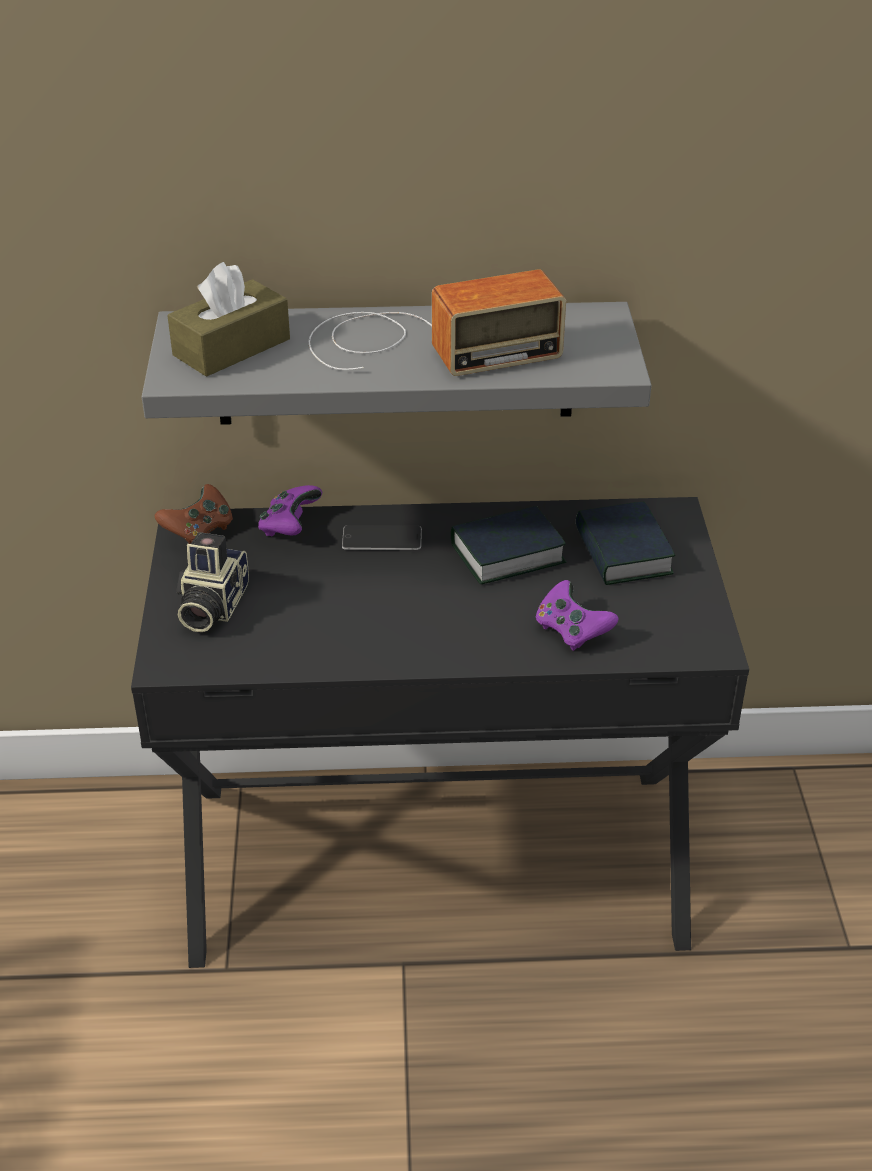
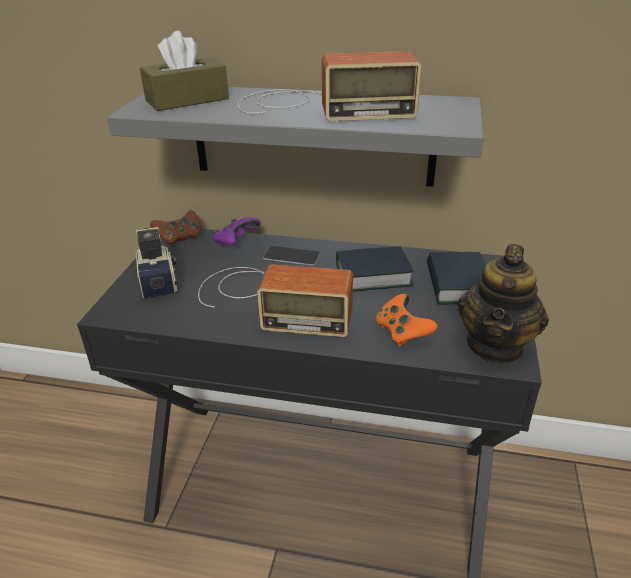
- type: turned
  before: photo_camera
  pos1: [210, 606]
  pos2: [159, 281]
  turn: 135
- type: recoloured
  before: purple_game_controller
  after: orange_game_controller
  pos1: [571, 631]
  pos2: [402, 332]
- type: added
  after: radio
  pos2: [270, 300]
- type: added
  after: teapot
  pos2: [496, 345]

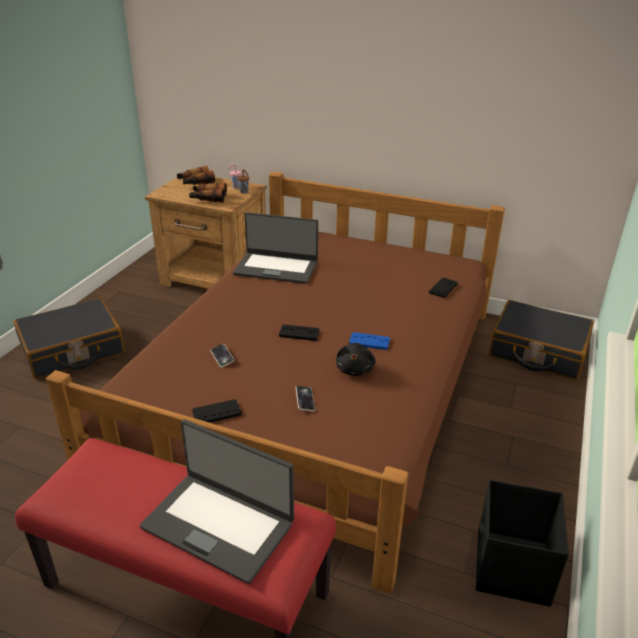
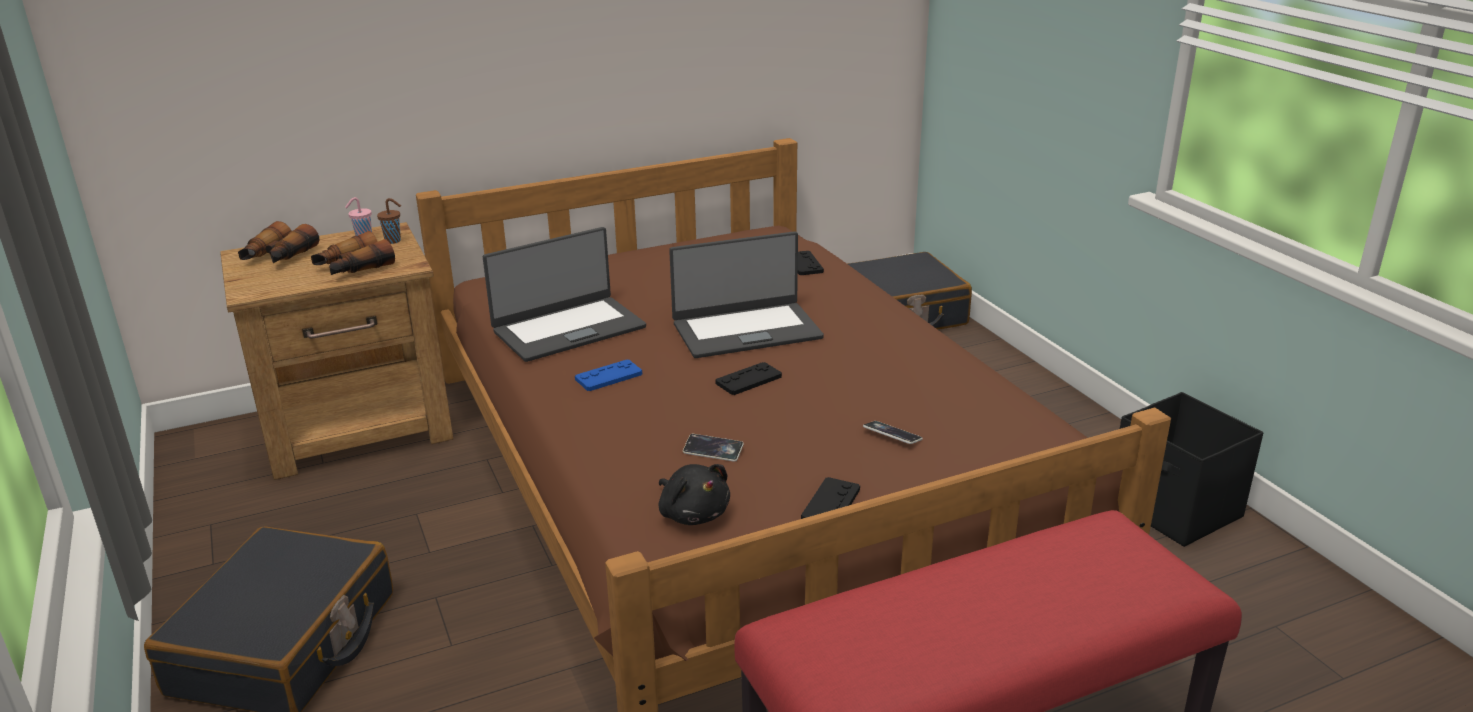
- type: moved
  before: laptop
  pos1: [219, 524]
  pos2: [746, 330]
- type: moved
  before: black_plush_toy
  pos1: [355, 369]
  pos2: [693, 513]
- type: moved
  before: blue_game_controller
  pos1: [369, 342]
  pos2: [608, 377]

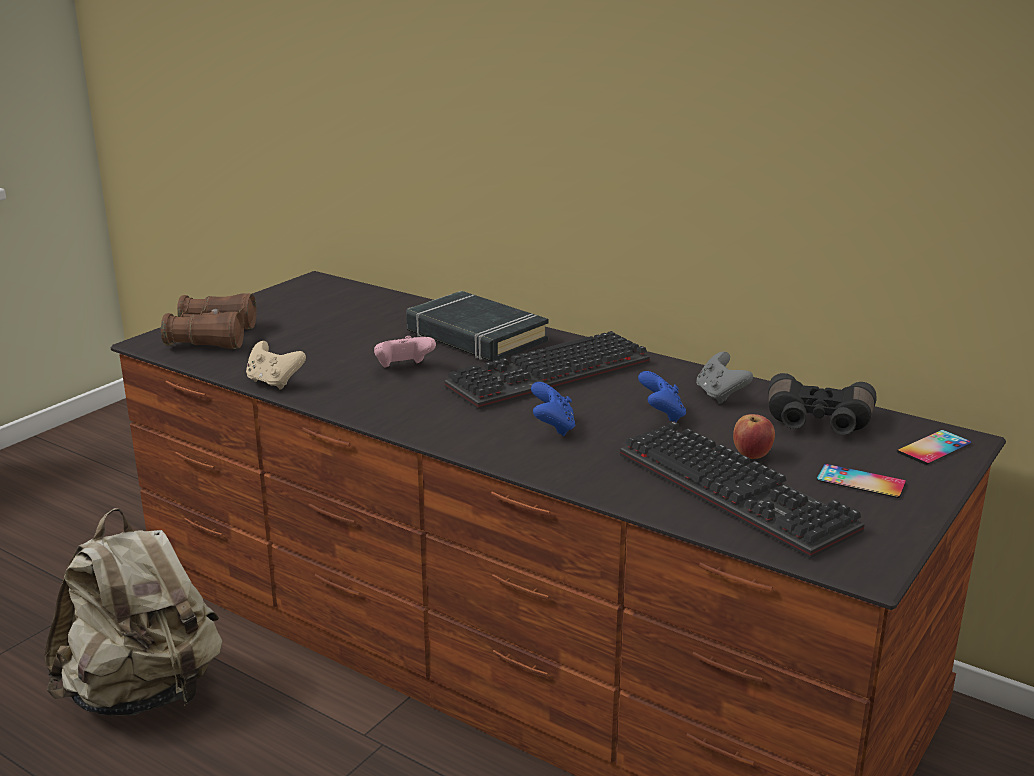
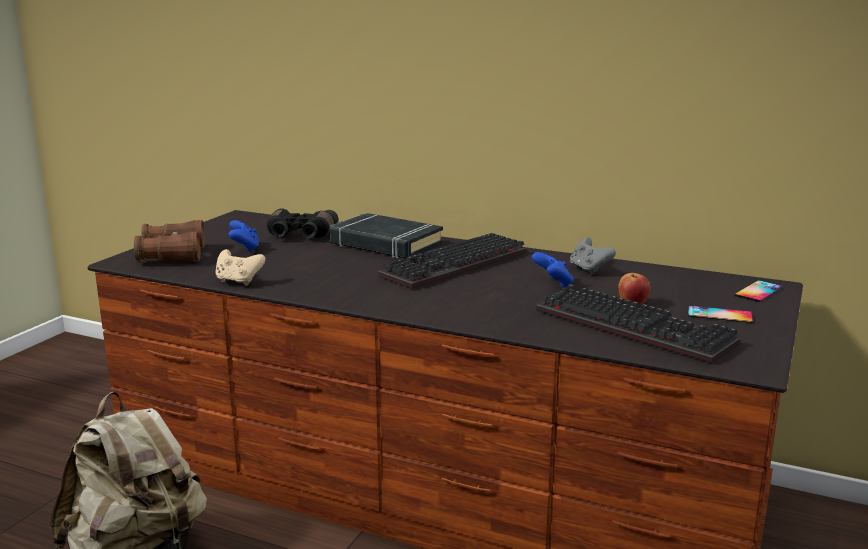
- type: removed
  before: pink_game_controller
  pos1: [403, 368]
- type: moved
  before: blue_game_controller
  pos1: [552, 427]
  pos2: [245, 248]
- type: moved
  before: black_binoculars
  pos1: [817, 422]
  pos2: [300, 235]

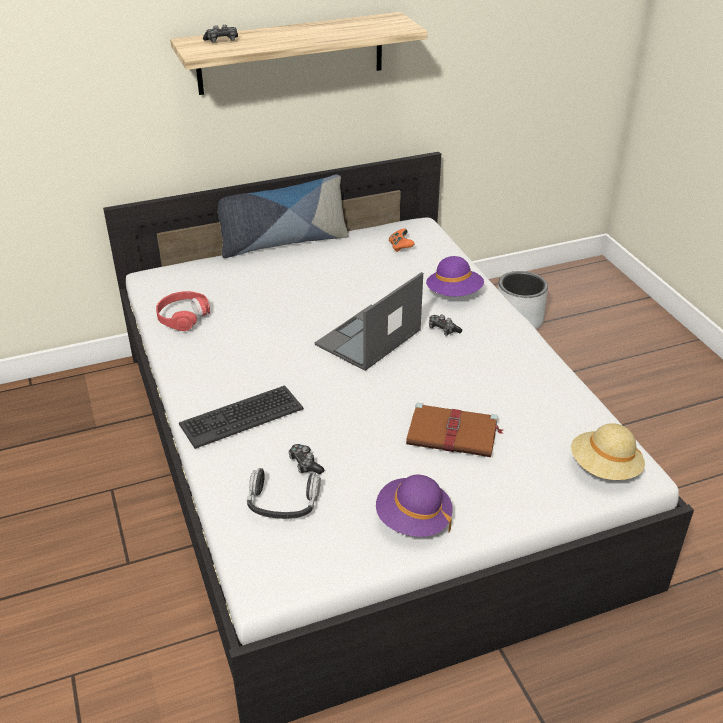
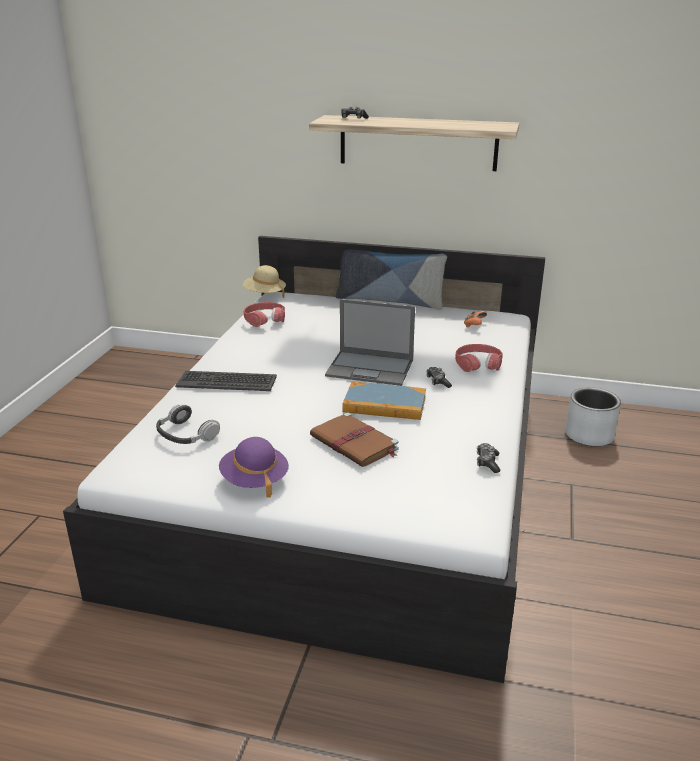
- type: moved
  before: game_controller
  pos1: [305, 464]
  pos2: [487, 462]
- type: turned
  before: laptop
  pos1: [368, 338]
  pos2: [371, 368]
  turn: -150
- type: replaced
  before: purple_hat
  after: red_headphones
  pos1: [454, 294]
  pos2: [478, 364]
- type: moved
  before: beige_hat
  pos1: [604, 468]
  pos2: [264, 294]
- type: added
  after: book
  pos2: [384, 404]

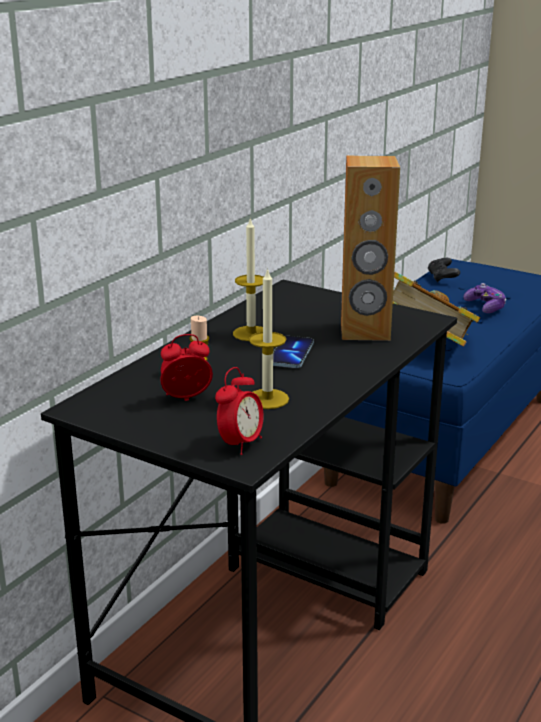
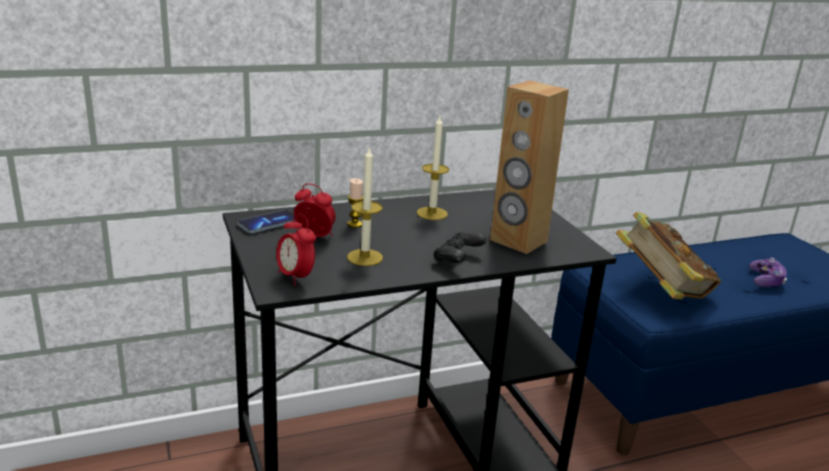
- type: turned
  before: alarm_clock
  pos1: [240, 444]
  pos2: [295, 277]
  turn: 75
- type: moved
  before: phone
  pos1: [291, 354]
  pos2: [269, 223]
- type: moved
  before: black_game_controller
  pos1: [442, 278]
  pos2: [457, 260]

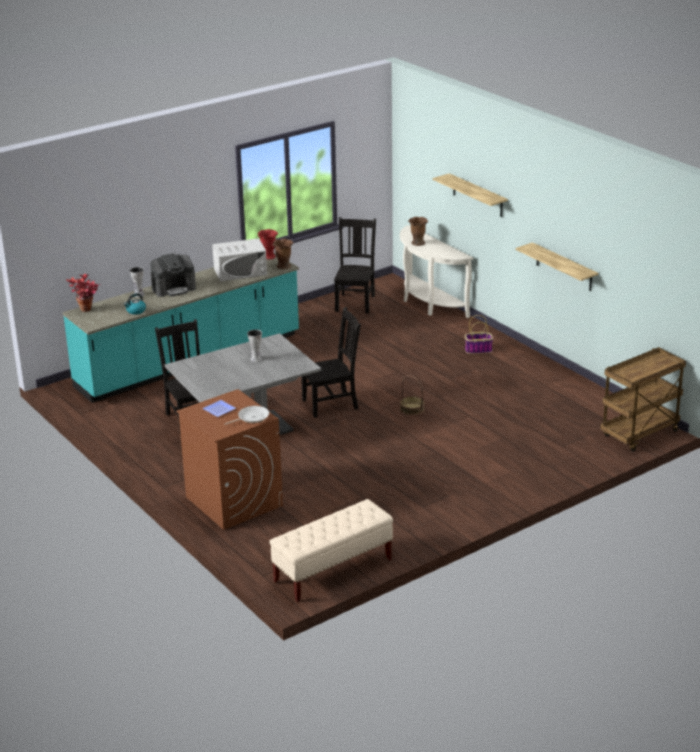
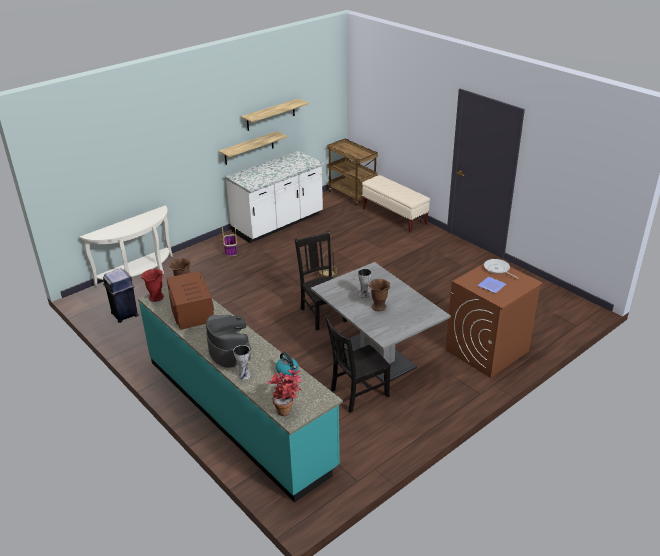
- type: recoloured
  before: white_microwave
  after: brown_microwave
  pos1: [240, 272]
  pos2: [192, 311]
- type: moved
  before: beige_bench
  pos1: [333, 571]
  pos2: [394, 216]
- type: replaced
  before: black_chair
  after: blue_trash_can
  pos1: [355, 303]
  pos2: [125, 314]
- type: moved
  before: brown_vase
  pos1: [418, 243]
  pos2: [379, 307]
- type: moved
  before: shelf
  pos1: [477, 195]
  pos2: [270, 115]
- type: added
  after: white_counter
  pos2: [278, 224]

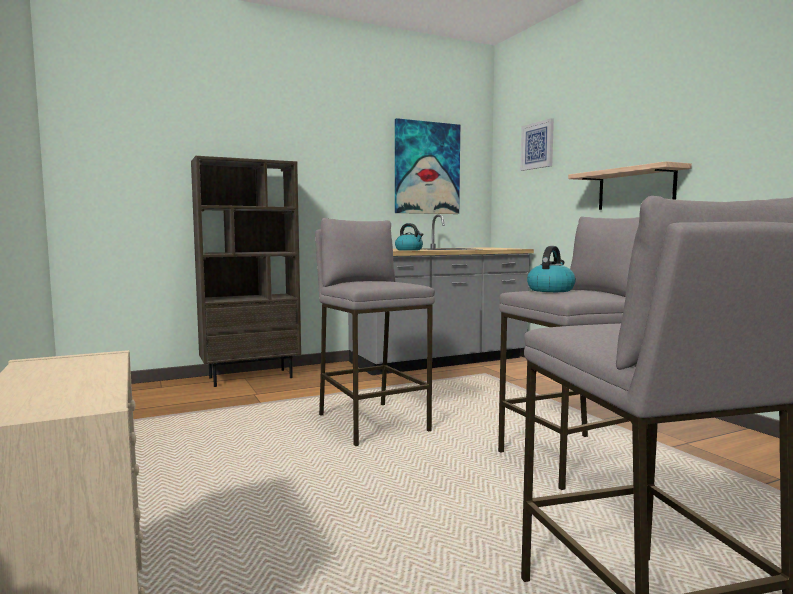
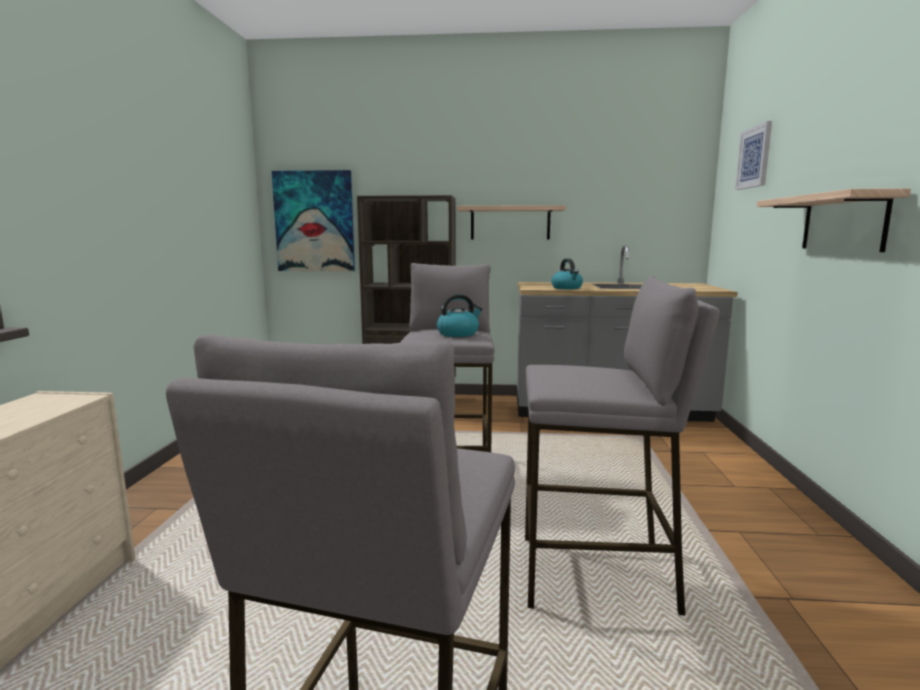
- type: moved
  before: picture
  pos1: [427, 168]
  pos2: [314, 221]
- type: moved
  before: kettle
  pos1: [550, 290]
  pos2: [458, 333]
- type: added
  after: shelf
  pos2: [510, 223]

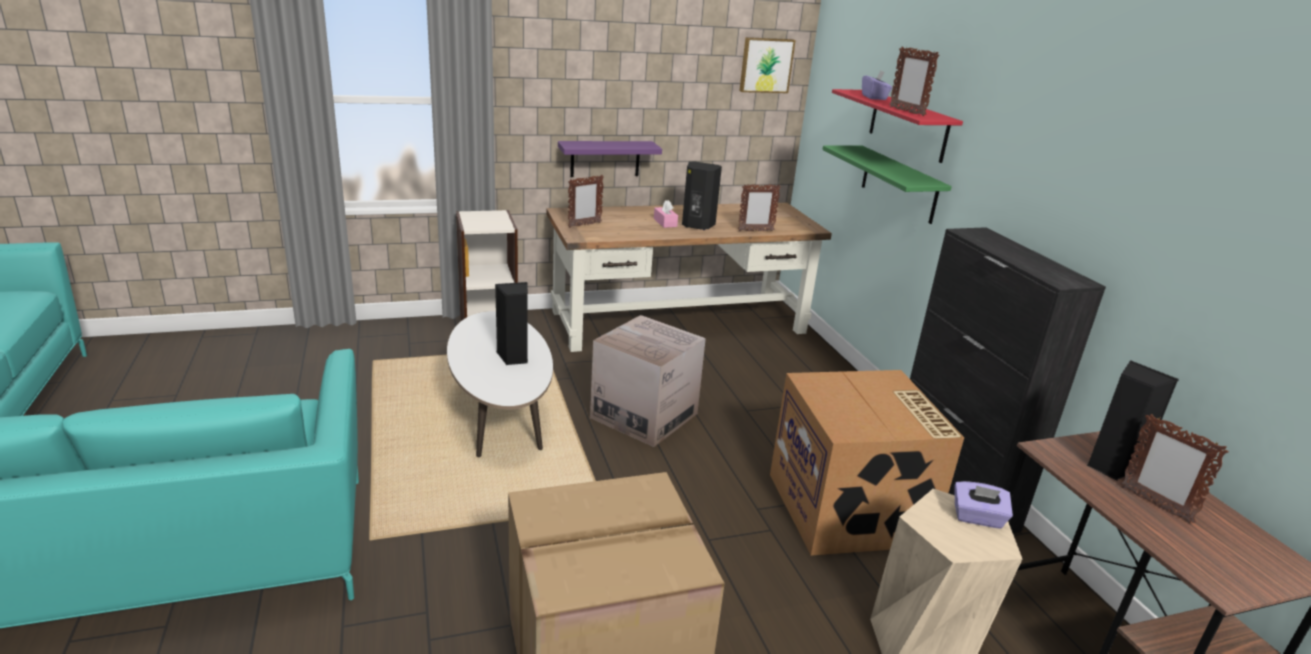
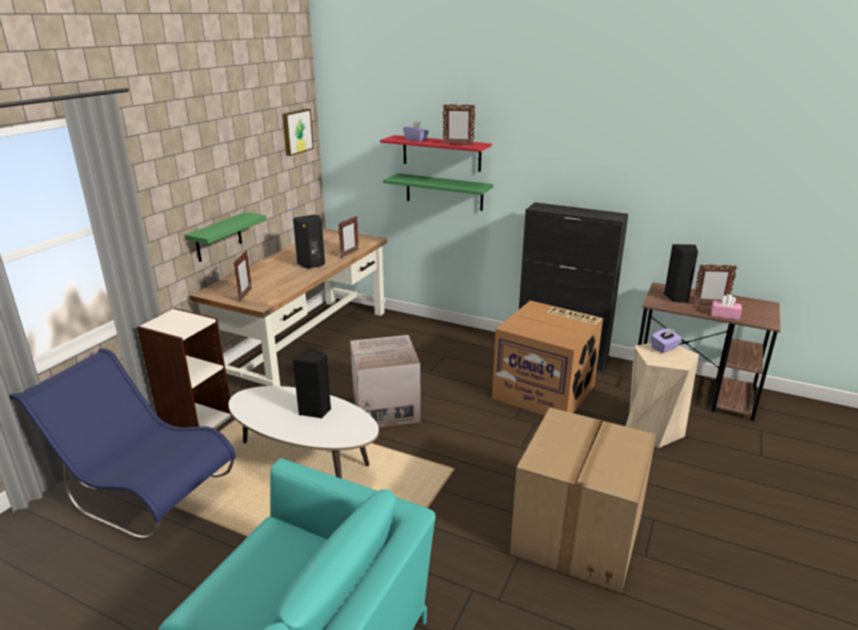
- type: recoloured
  before: purple_shelf
  after: green_shelf
  pos1: [605, 158]
  pos2: [218, 237]
- type: moved
  before: pink_tissue_box
  pos1: [665, 223]
  pos2: [725, 315]
- type: added
  after: blue_chair
  pos2: [143, 491]

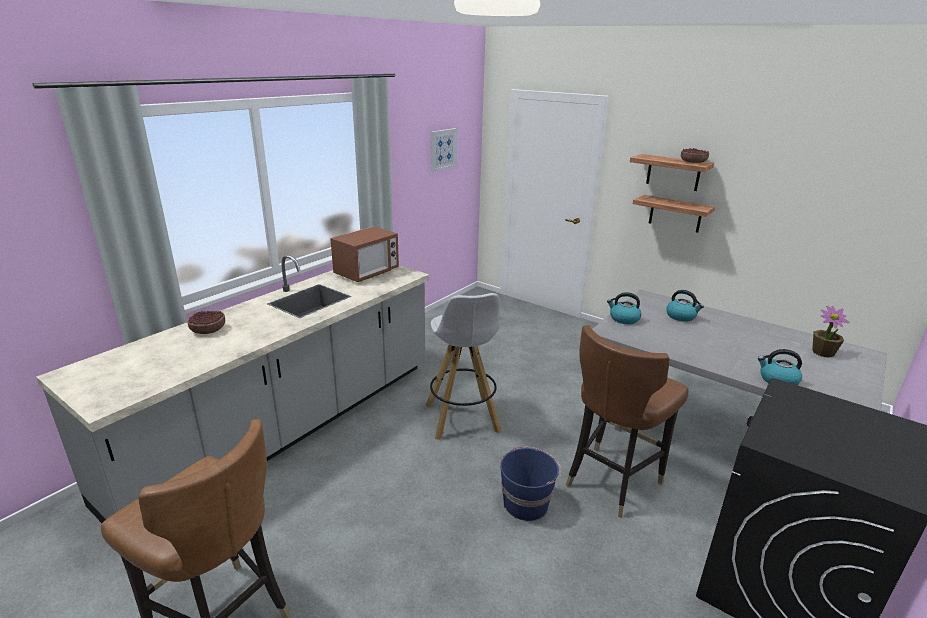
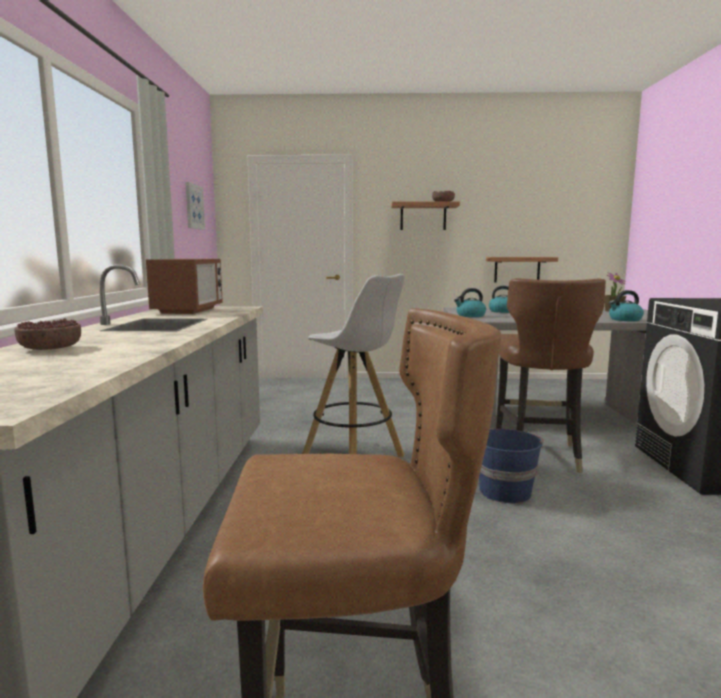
- type: moved
  before: shelf
  pos1: [675, 214]
  pos2: [517, 269]

